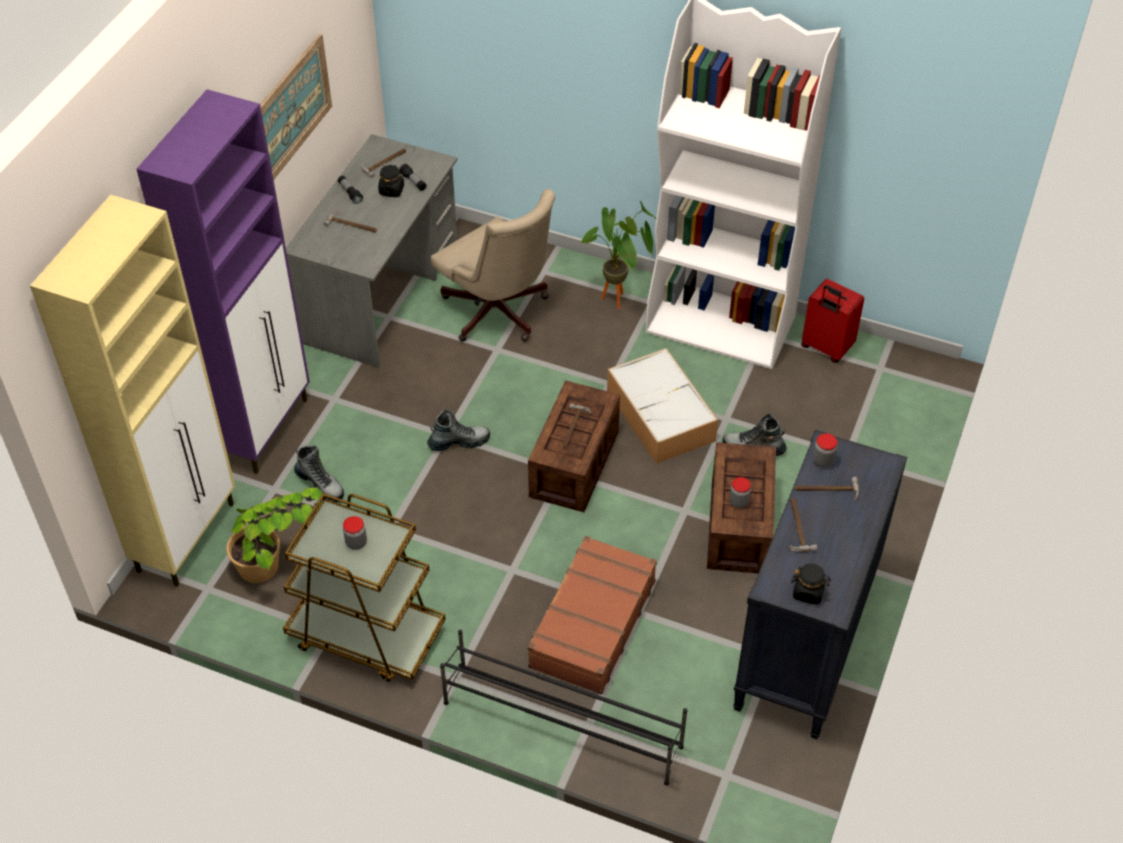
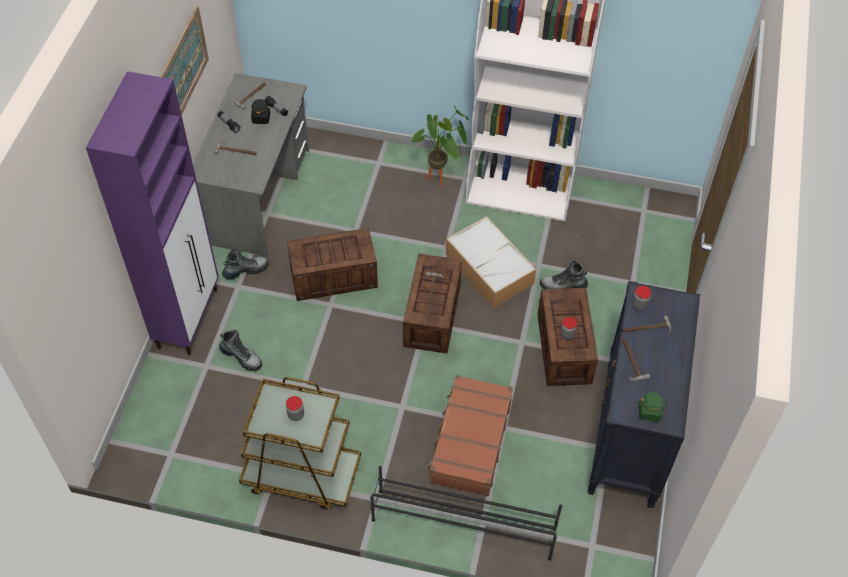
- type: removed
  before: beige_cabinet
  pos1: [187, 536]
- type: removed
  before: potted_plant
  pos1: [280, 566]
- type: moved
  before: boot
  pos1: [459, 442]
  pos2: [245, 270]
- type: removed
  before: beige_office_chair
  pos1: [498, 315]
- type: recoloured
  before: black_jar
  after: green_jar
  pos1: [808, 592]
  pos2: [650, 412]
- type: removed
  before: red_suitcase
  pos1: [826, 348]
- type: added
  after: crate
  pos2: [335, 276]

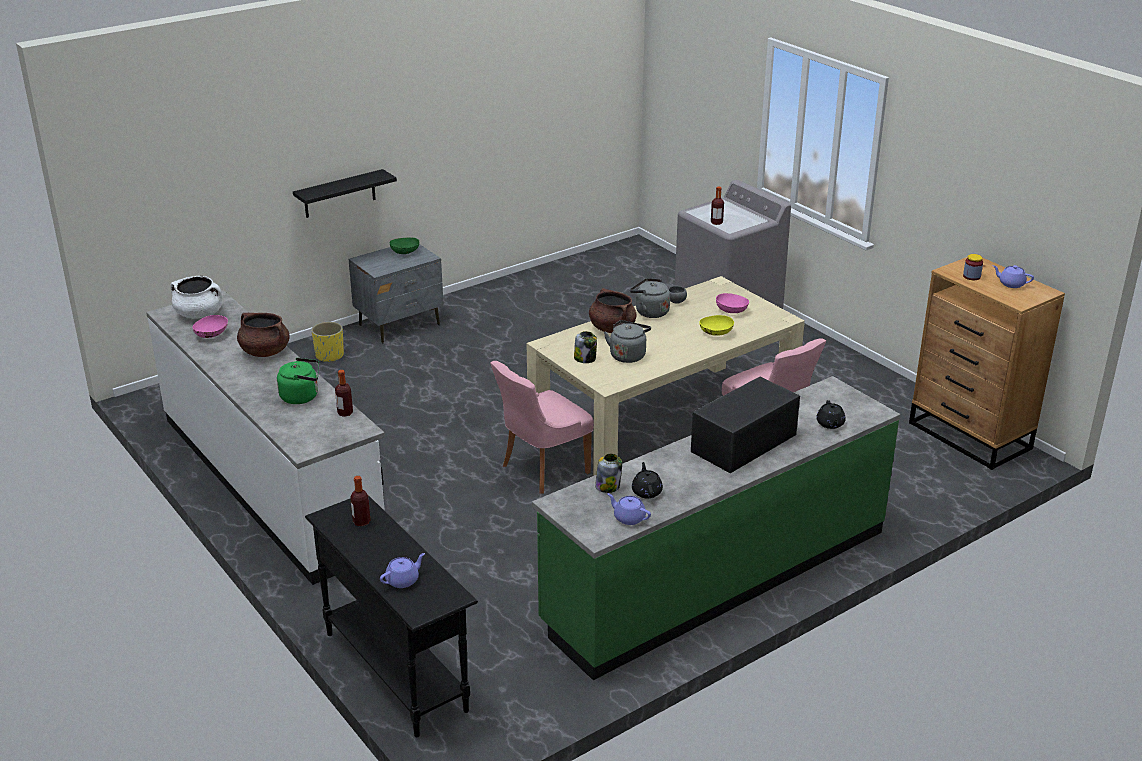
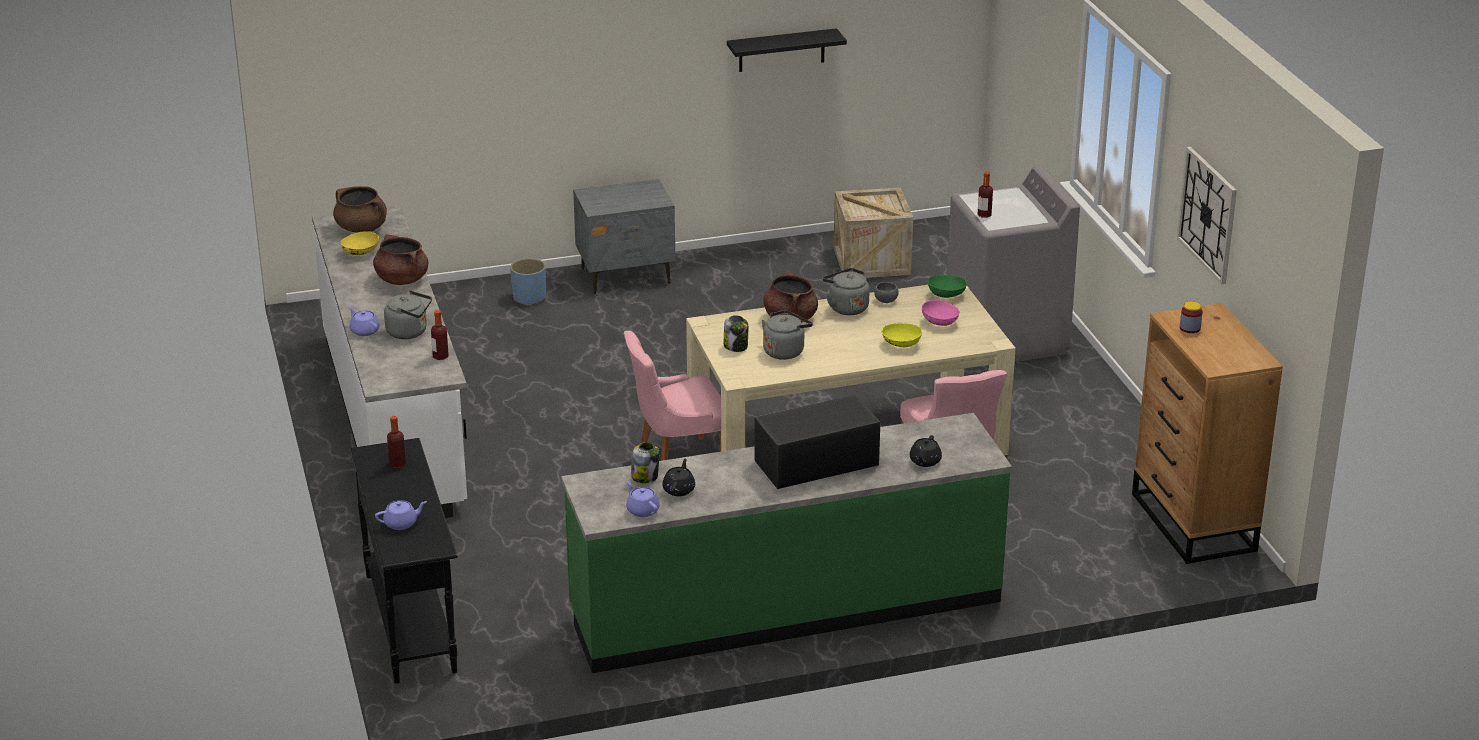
- type: recoloured
  before: white_cooking_pot
  after: brown_cooking_pot
  pos1: [199, 314]
  pos2: [362, 228]
- type: recoloured
  before: pink_bowl
  after: yellow_bowl
  pos1: [212, 335]
  pos2: [360, 253]
- type: recoloured
  before: green_kettle
  after: grey_kettle
  pos1: [302, 396]
  pos2: [410, 332]
- type: moved
  before: black_shelf
  pos1: [339, 194]
  pos2: [781, 50]
- type: recoloured
  before: yellow_planter
  after: blue_planter
  pos1: [329, 356]
  pos2: [529, 298]
- type: moved
  before: green_bowl
  pos1: [405, 252]
  pos2: [946, 295]
- type: moved
  before: purple_teapot
  pos1: [1011, 284]
  pos2: [364, 331]
- type: added
  after: crate
  pos2: [871, 261]
- type: added
  after: wall_clock
  pos2: [1208, 214]

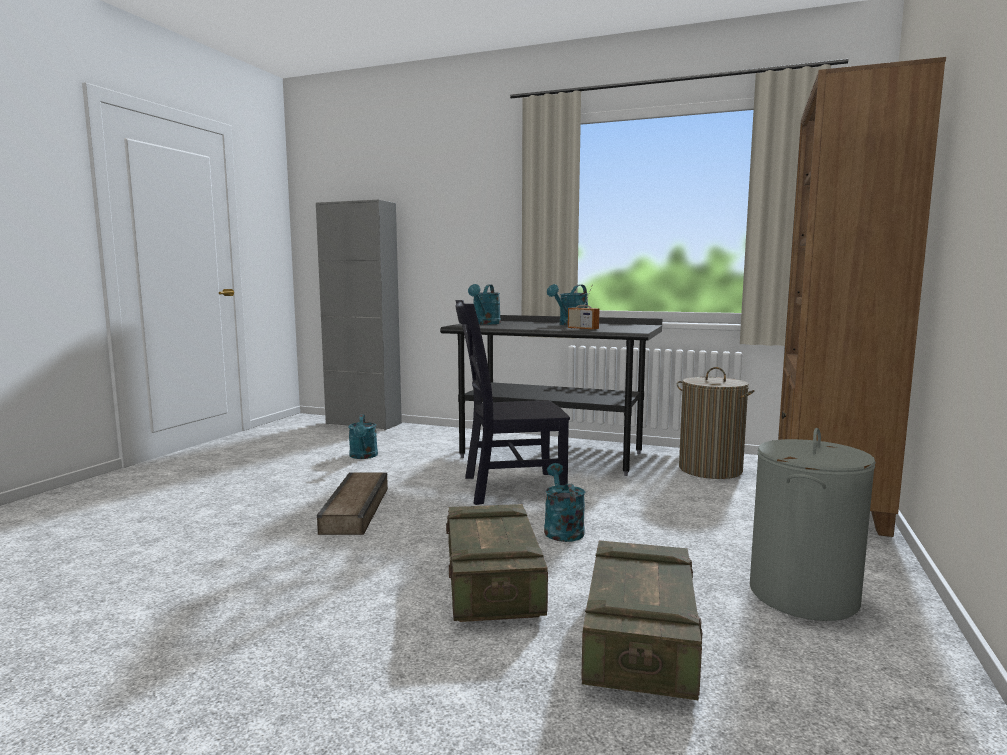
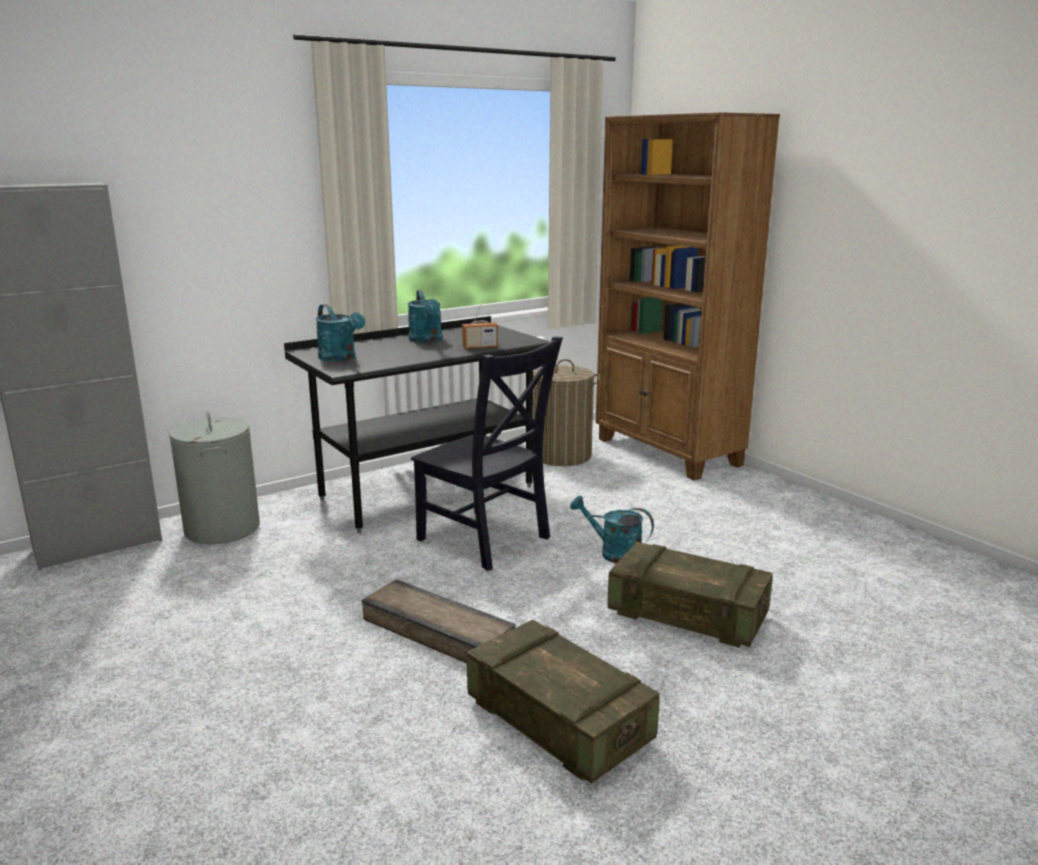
- type: removed
  before: turquoise_watering_can
  pos1: [363, 456]
- type: turned
  before: black_chair
  pos1: [508, 487]
  pos2: [487, 541]
  turn: -75
- type: moved
  before: crate
  pos1: [640, 641]
  pos2: [558, 721]
- type: moved
  before: grey_laundry_basket
  pos1: [803, 595]
  pos2: [222, 529]

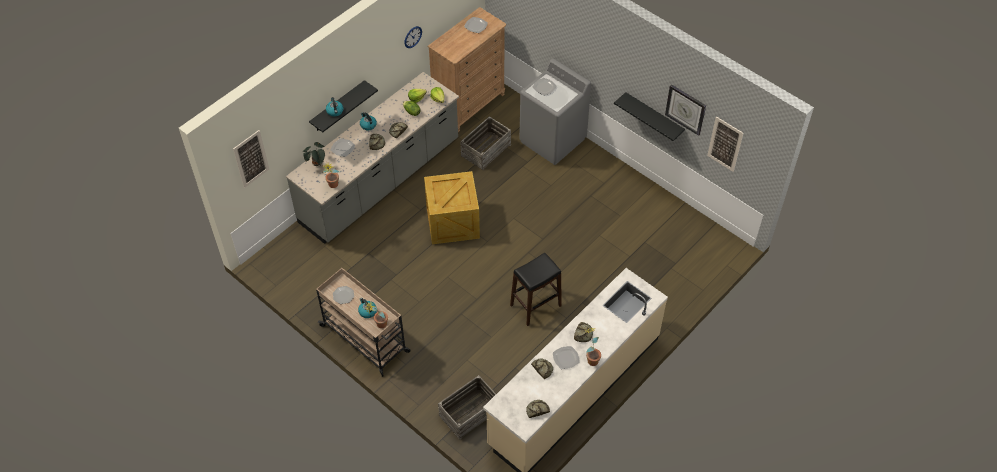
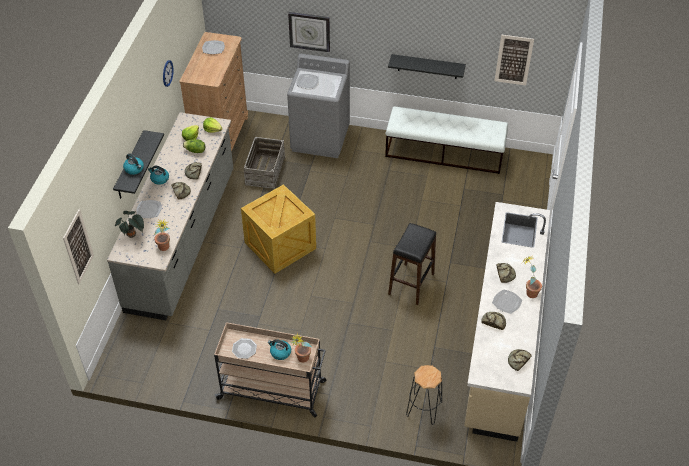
- type: replaced
  before: crate
  after: black_stool
  pos1: [469, 413]
  pos2: [424, 409]
- type: moved
  before: wall_clock
  pos1: [685, 109]
  pos2: [309, 31]
- type: added
  after: white_bench
  pos2: [444, 153]

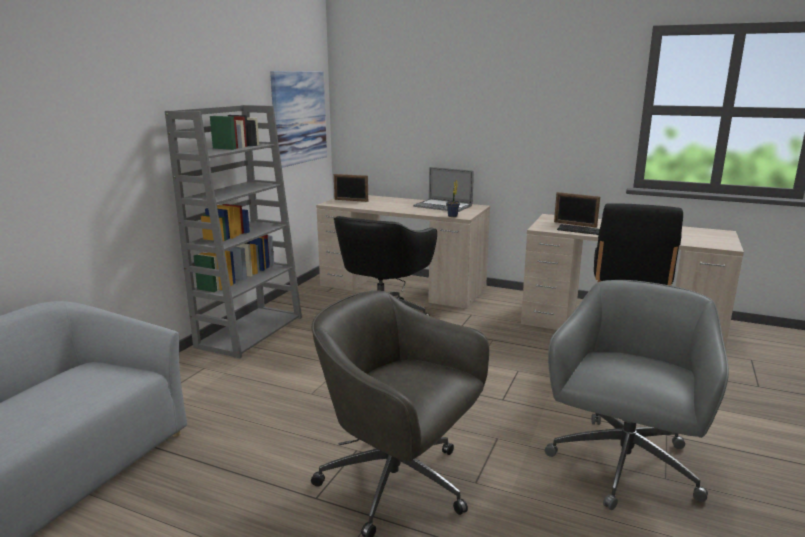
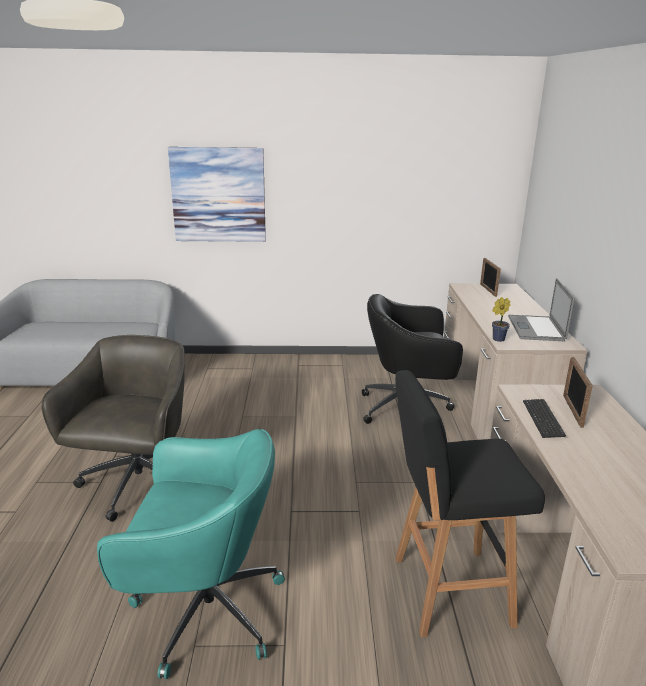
- type: removed
  before: grey_bookcase
  pos1: [250, 331]
- type: moved
  before: picture
  pos1: [299, 117]
  pos2: [218, 195]
- type: recoloured
  before: grey_office_chair
  after: turquoise_office_chair
  pos1: [623, 467]
  pos2: [204, 610]

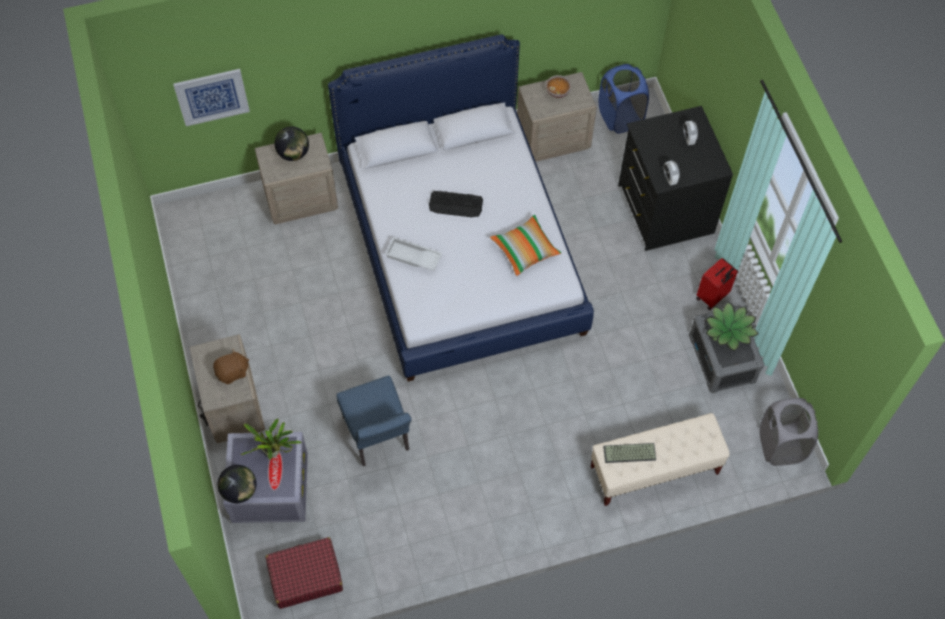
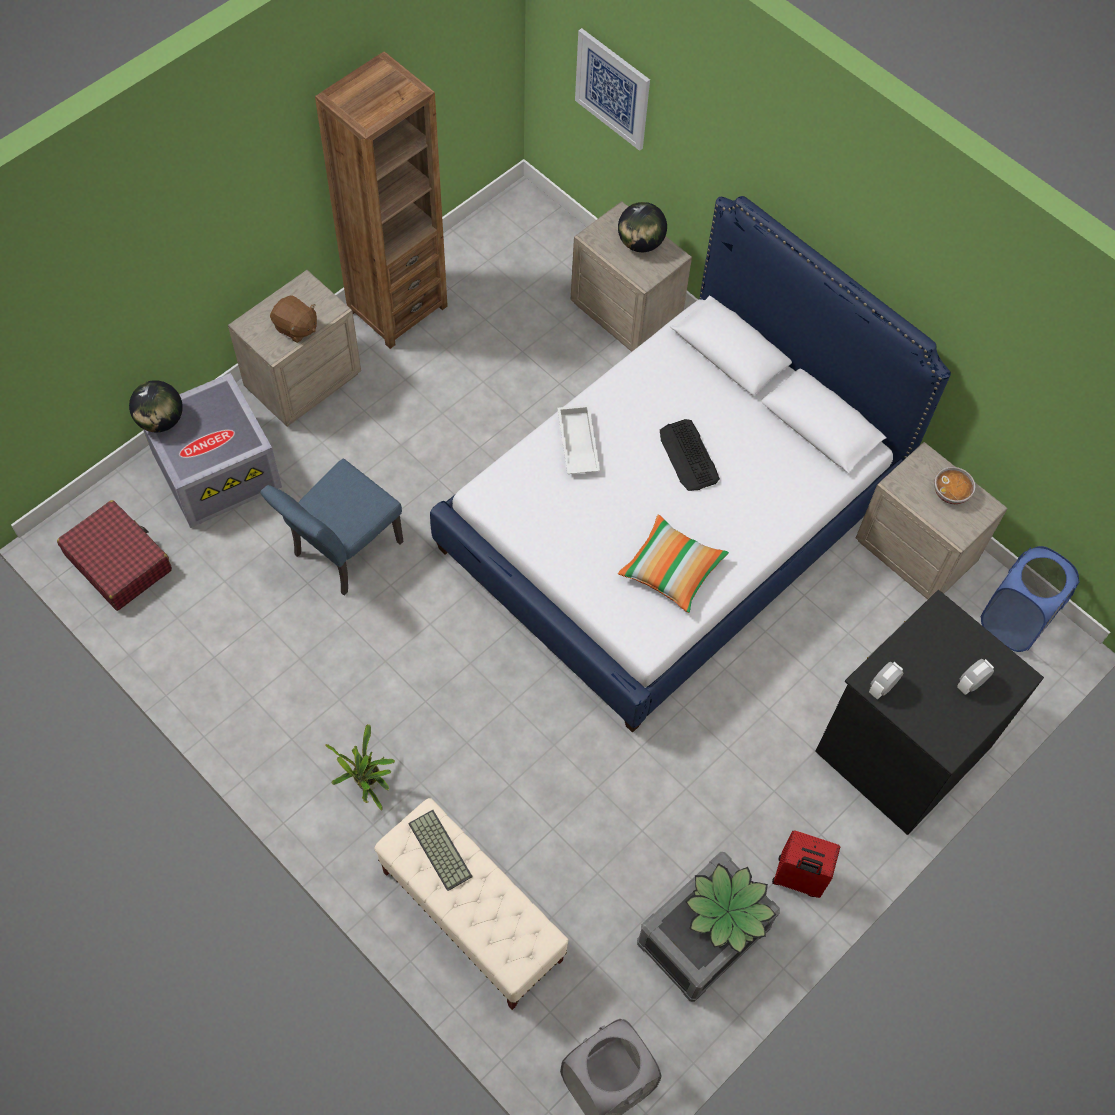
- type: moved
  before: potted_plant
  pos1: [274, 453]
  pos2: [368, 786]
- type: added
  after: brown_bookcase
  pos2: [397, 308]

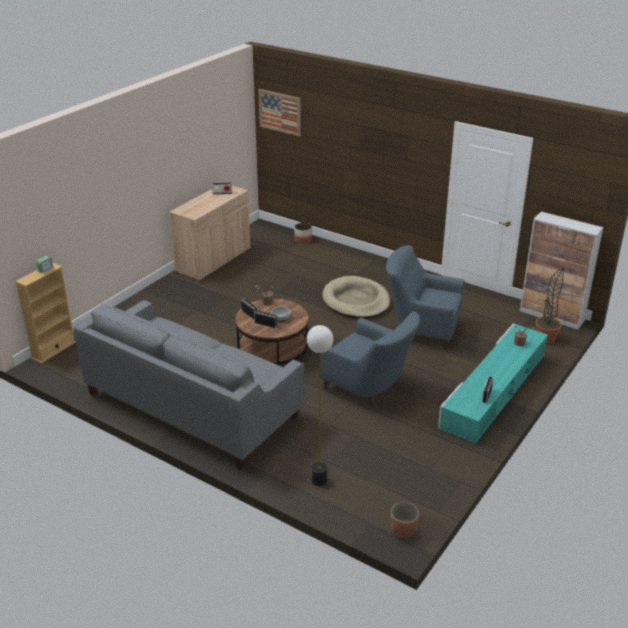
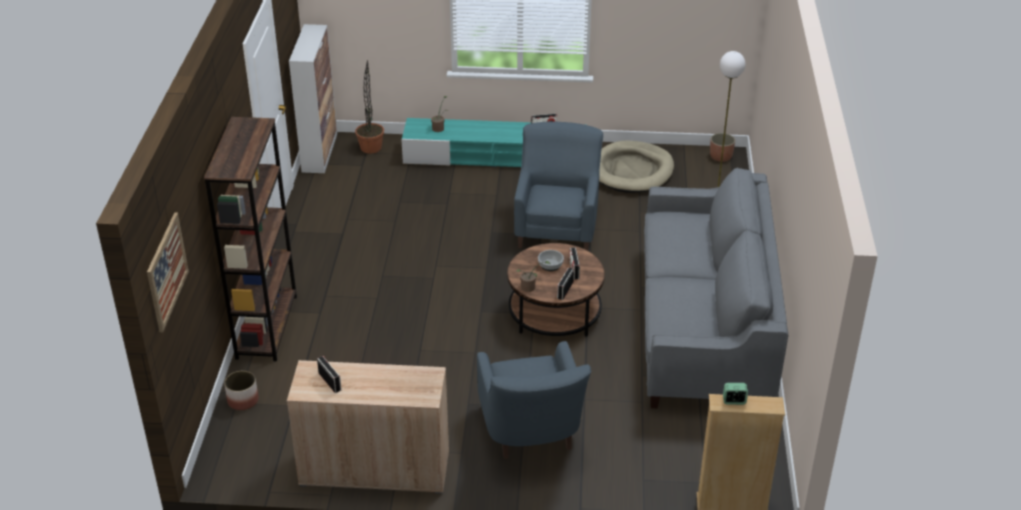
- type: moved
  before: beige_dog_bed
  pos1: [356, 301]
  pos2: [632, 171]
- type: moved
  before: blue_armchair
  pos1: [421, 328]
  pos2: [531, 434]
- type: added
  after: brown_bookcase
  pos2: [267, 327]

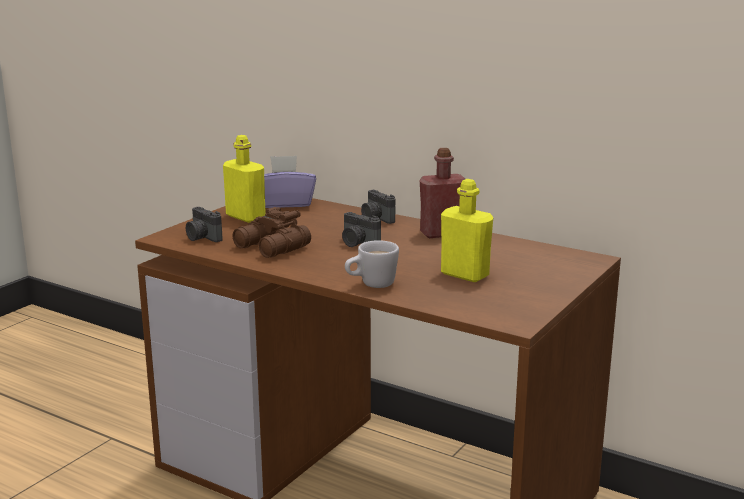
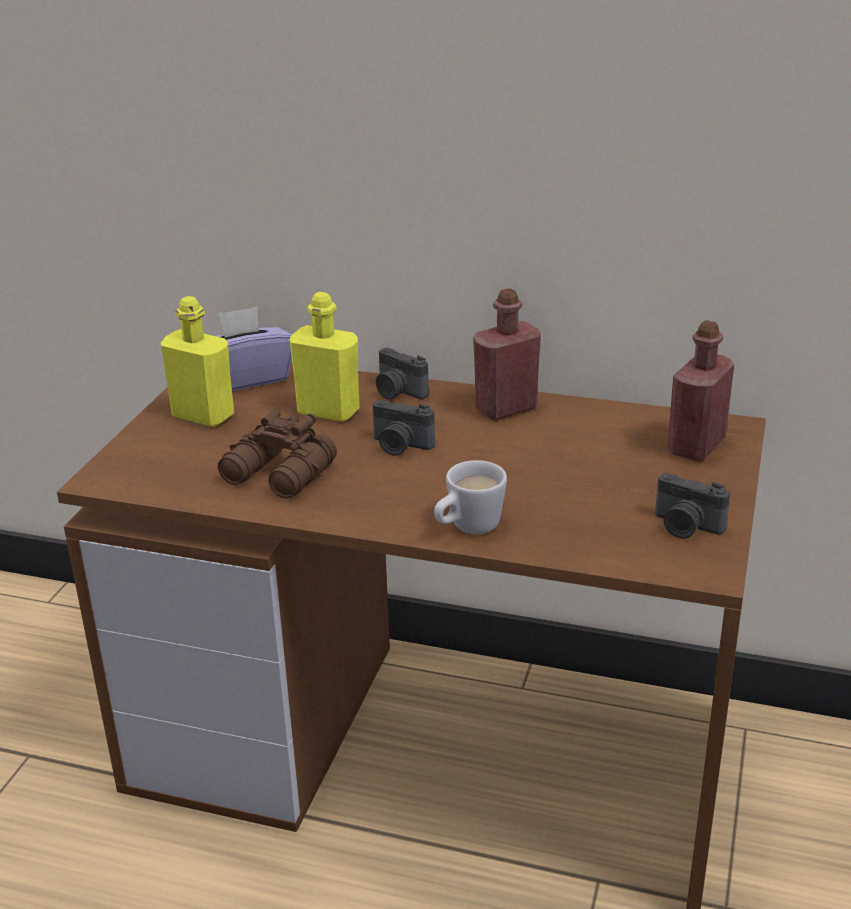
- type: moved
  before: photo_camera
  pos1: [202, 238]
  pos2: [685, 527]
- type: moved
  before: yellow_bottle
  pos1: [464, 274]
  pos2: [328, 411]
- type: added
  after: red_bottle
  pos2: [696, 446]

